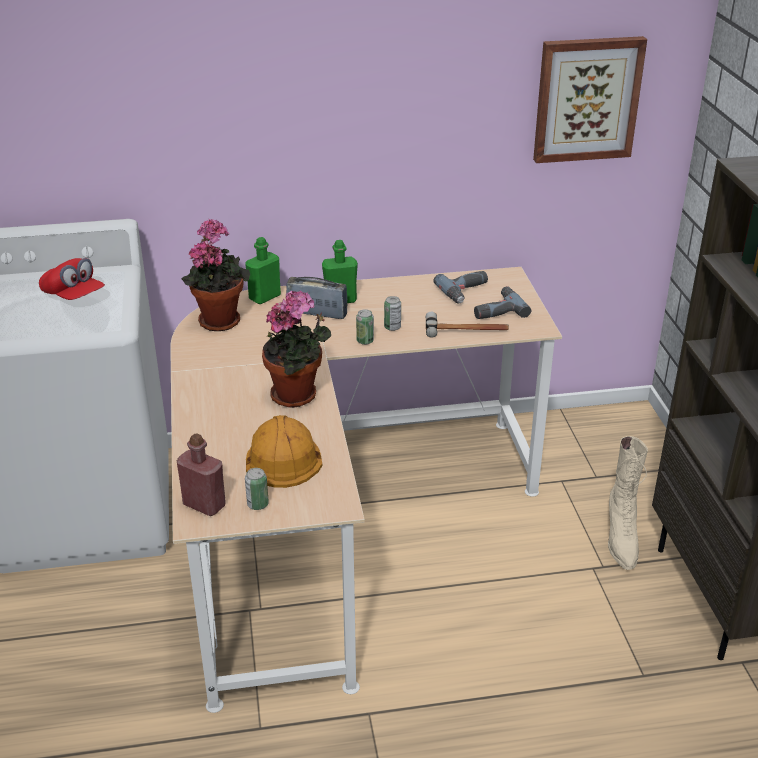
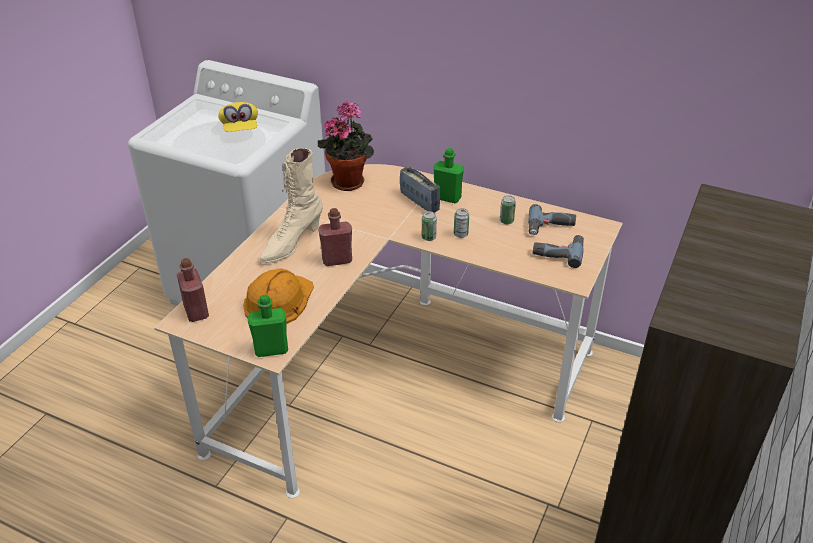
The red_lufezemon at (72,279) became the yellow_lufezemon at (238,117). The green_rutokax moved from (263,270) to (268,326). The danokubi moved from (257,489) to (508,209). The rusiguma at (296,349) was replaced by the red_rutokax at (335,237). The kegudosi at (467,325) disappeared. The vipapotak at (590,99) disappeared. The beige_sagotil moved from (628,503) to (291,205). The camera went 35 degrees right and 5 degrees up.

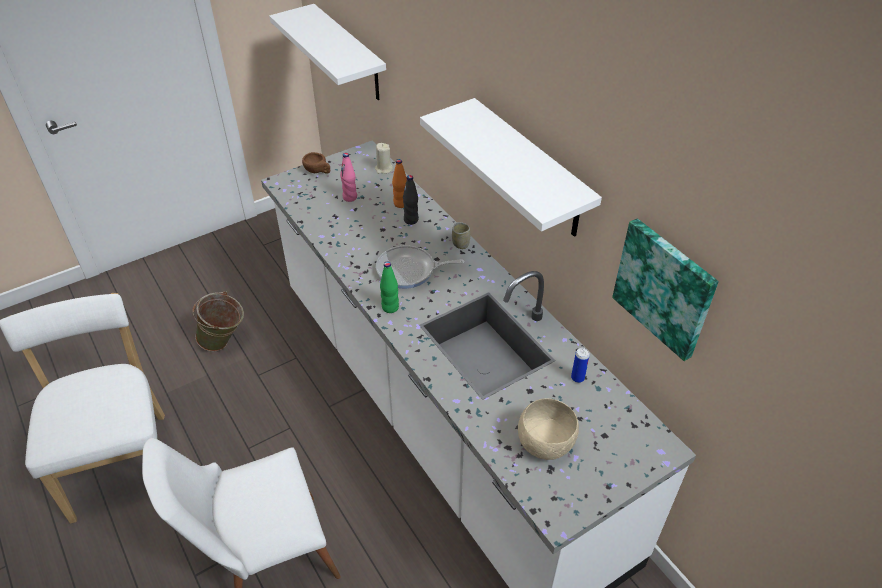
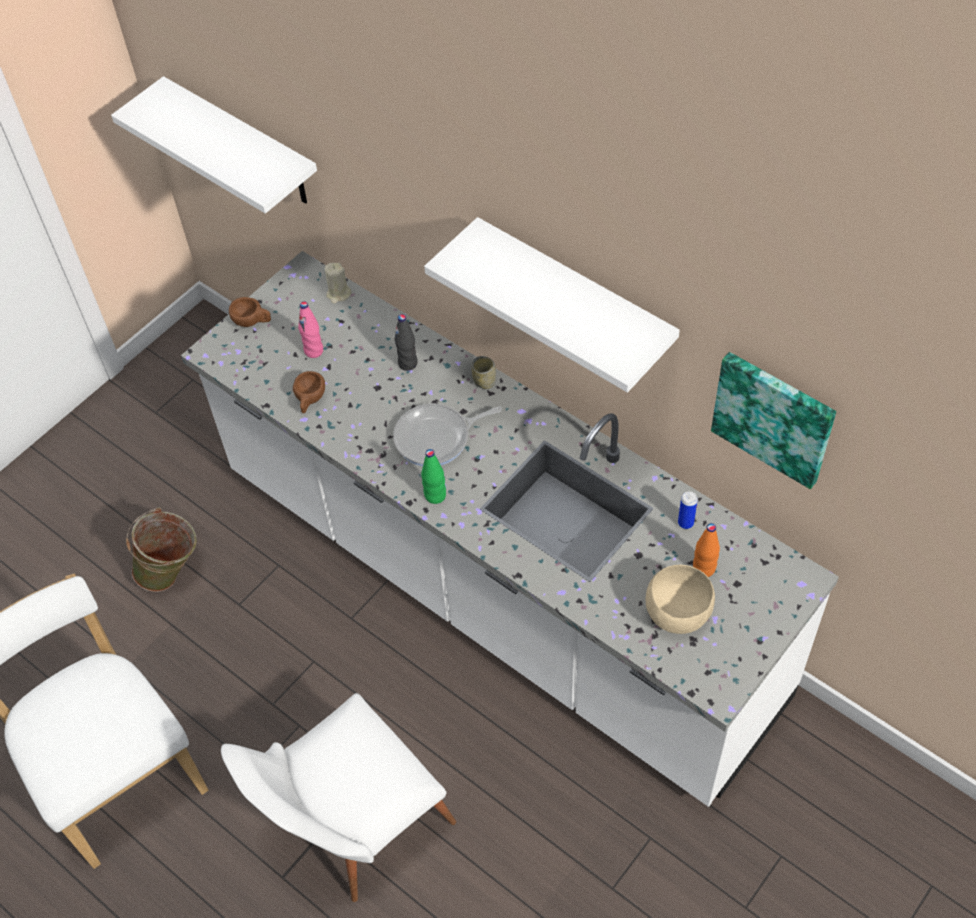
The orange_rutokax moved from (399,183) to (706,550). The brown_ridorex at (309,392) appeared. The camera went 15 degrees left and 10 degrees up.

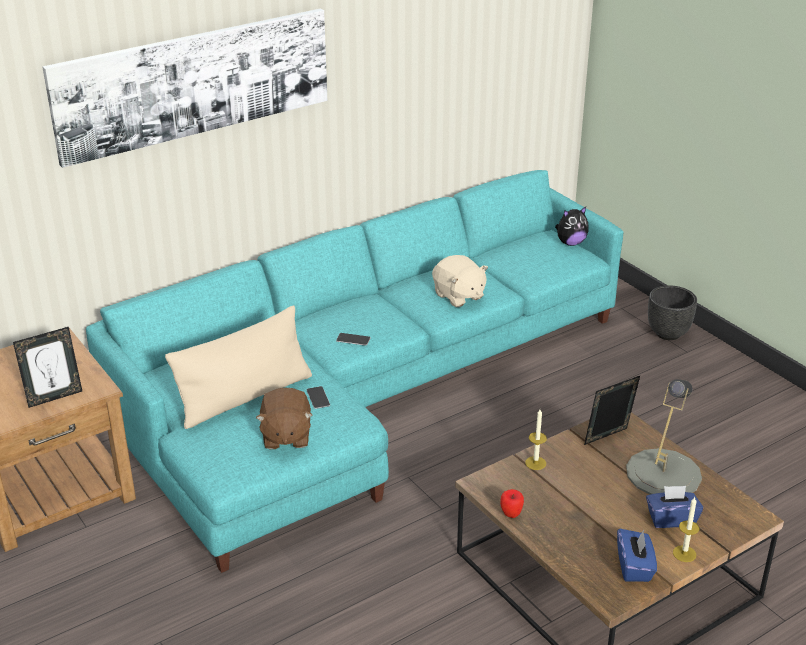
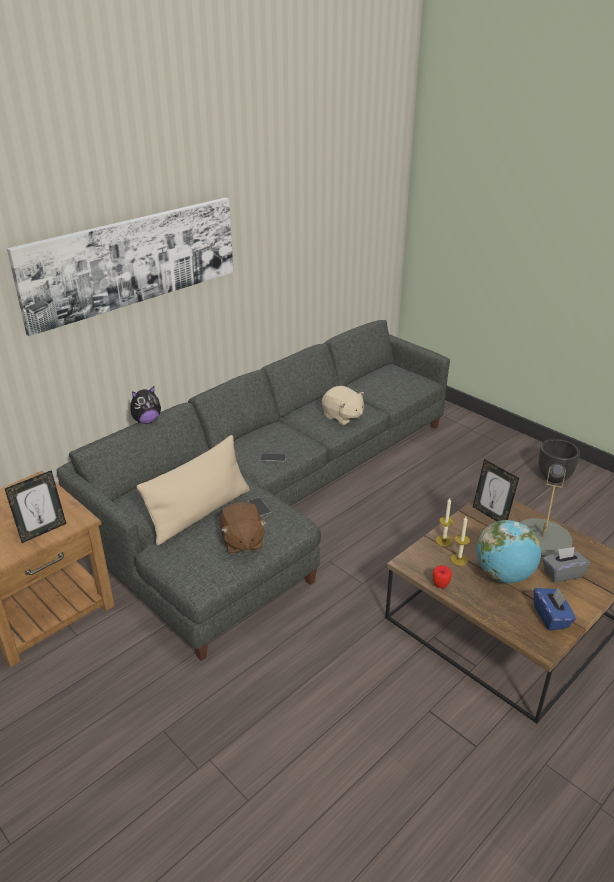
The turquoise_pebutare at (354,371) became the grey_pebutare at (253,490). The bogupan moved from (571,226) to (145,405). The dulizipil at (612,410) turned 90 degrees counterclockwise. The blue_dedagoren at (674,507) became the grey_dedagoren at (566,564). The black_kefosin moved from (672,312) to (559,461). The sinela moved from (686,529) to (460,541). The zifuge at (509,551) appeared. The camera went 10 degrees left and 0 degrees up.

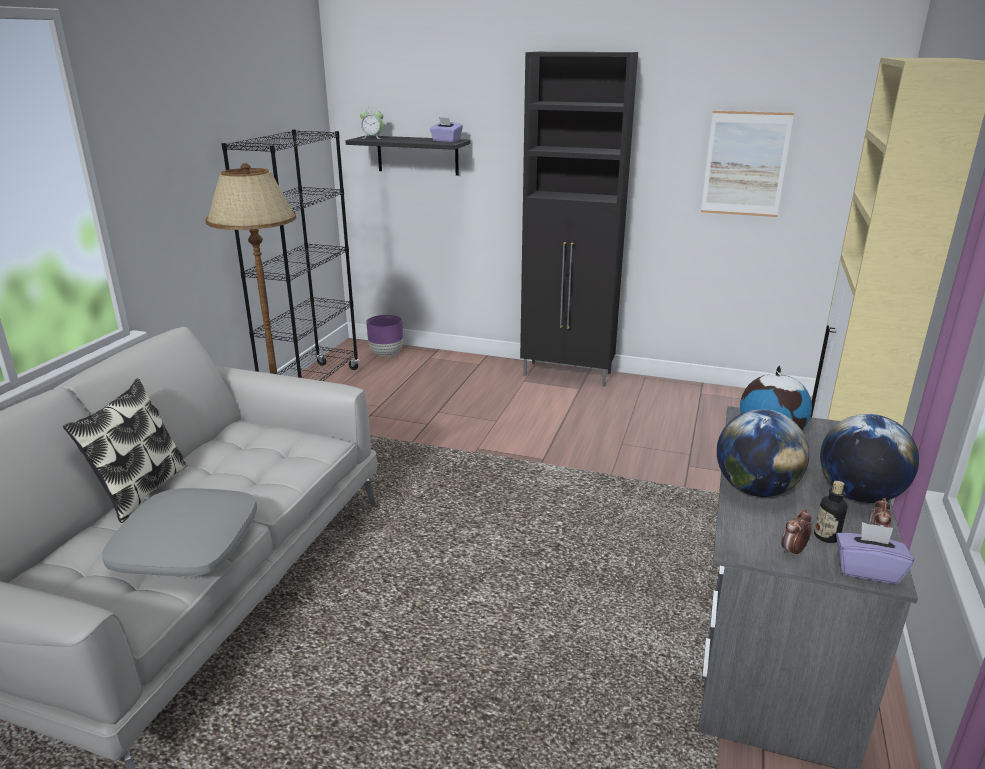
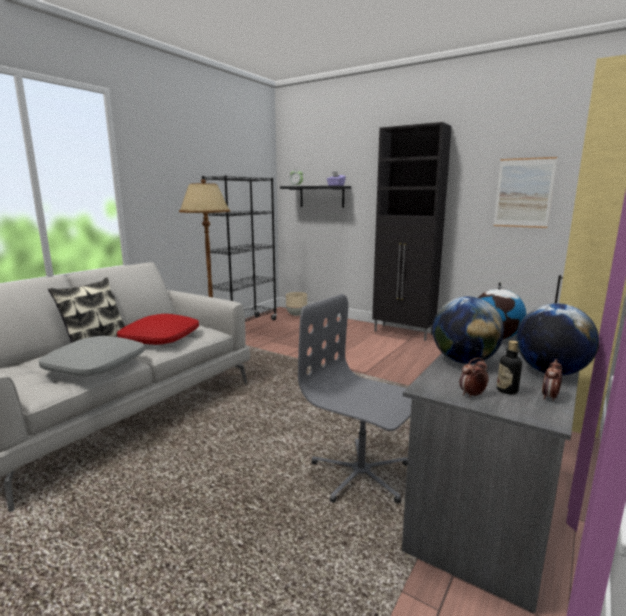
The purple_kefosin at (384,335) became the beige_kefosin at (296,304). The purple_dedagoren at (875,553) disappeared. The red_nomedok at (158,329) appeared. The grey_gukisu at (355,399) appeared. The camera went 15 degrees right and 10 degrees down.

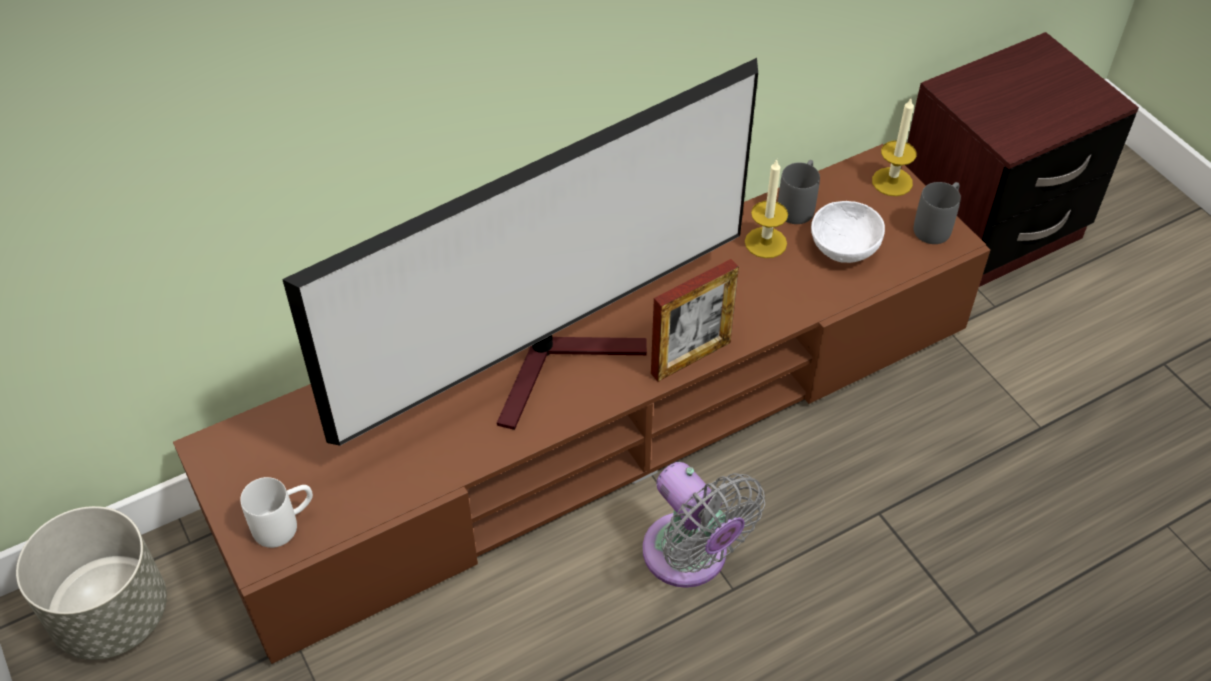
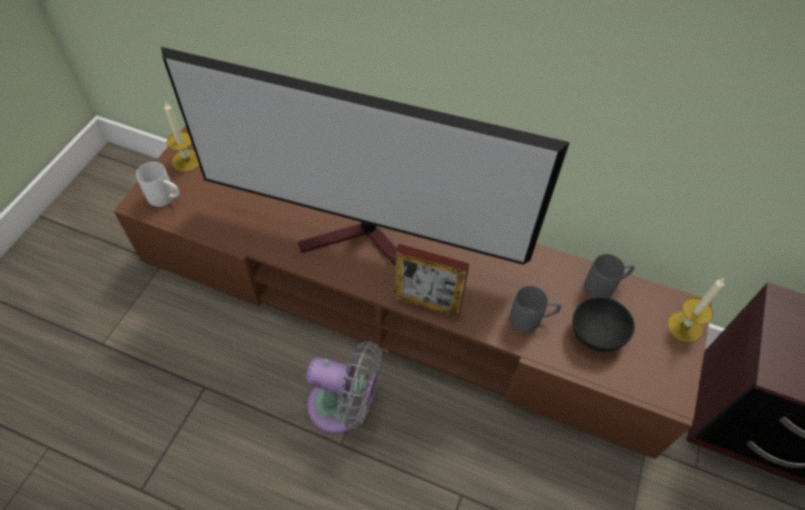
The grey_kefosin at (91,583) disappeared. The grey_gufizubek at (704,525) turned 90 degrees counterclockwise. The sinela moved from (766,209) to (181,136). The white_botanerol at (848,232) became the black_botanerol at (603,324). The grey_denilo moved from (937,213) to (535,309). The camera went 50 degrees right and 5 degrees up.

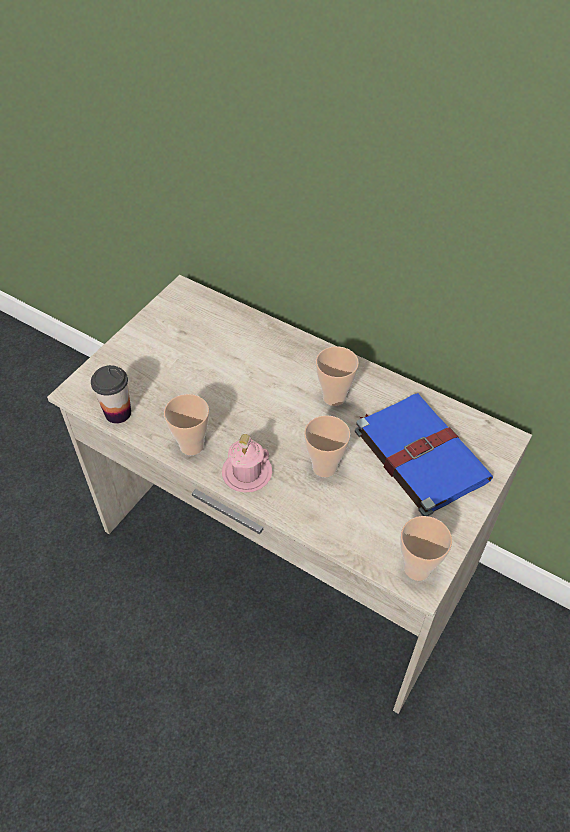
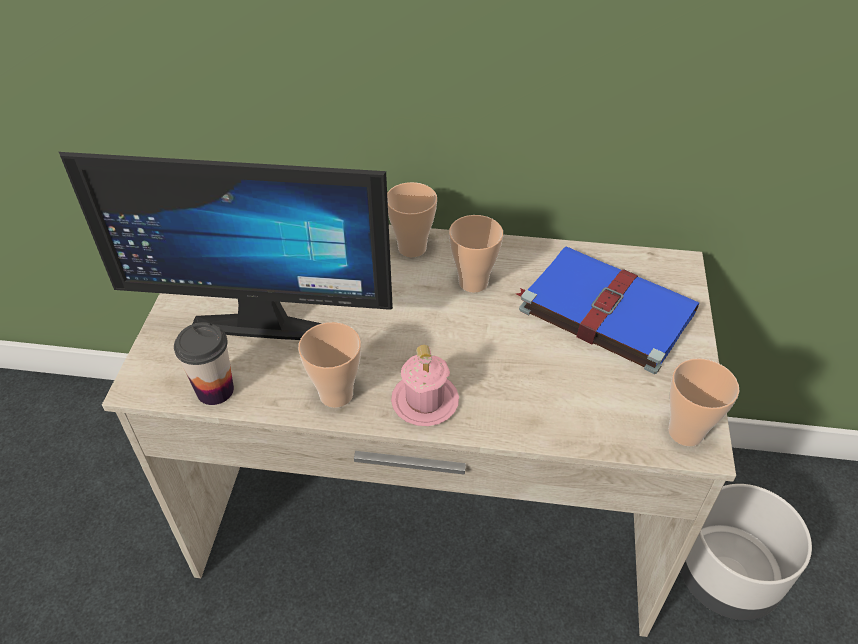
The ridorex moved from (327,446) to (412,219). The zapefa at (226,246) appeared. The grey_kefosin at (746,552) appeared. The camera went 25 degrees left and 5 degrees down.

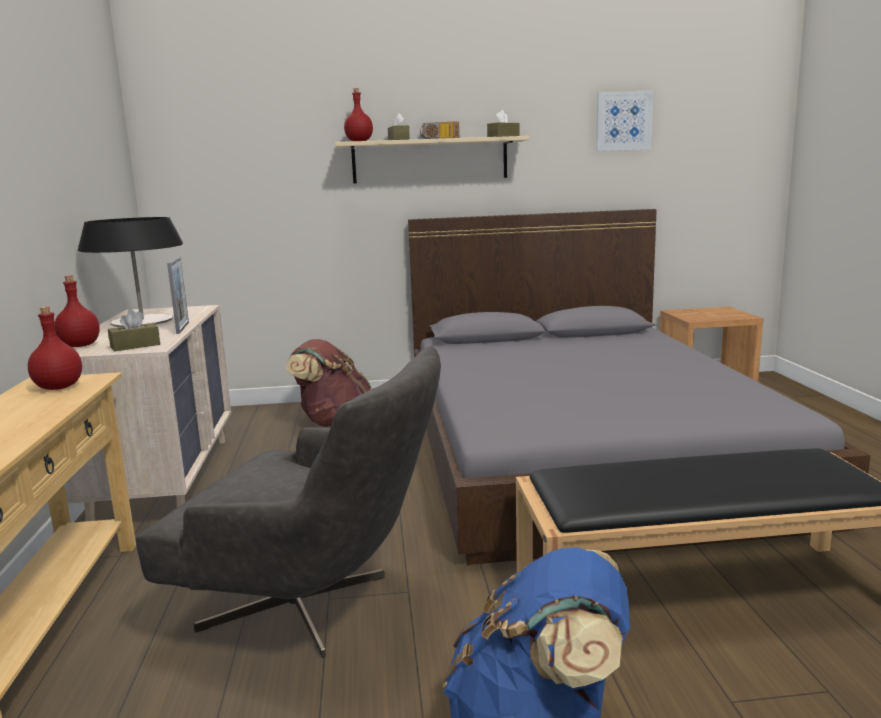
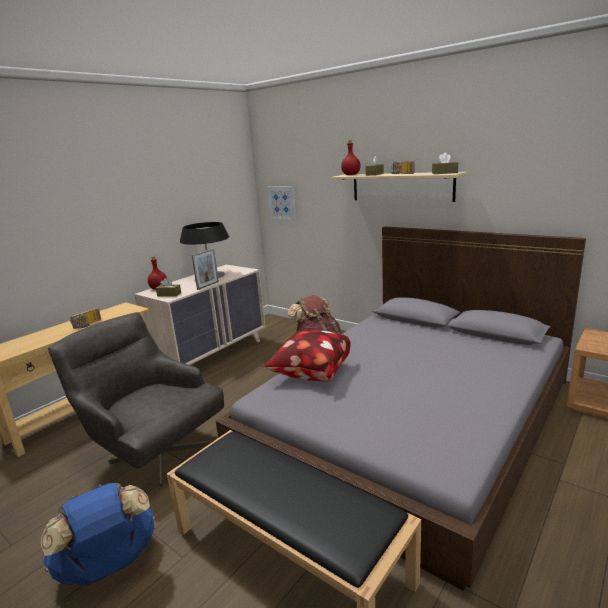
The red_rutokax at (55,348) disappeared. The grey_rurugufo at (288,502) turned 150 degrees clockwise. The vipapotak moved from (624,121) to (281,203). The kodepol at (85,318) appeared. The nomedok at (307,356) appeared. The camera went 45 degrees right and 5 degrees up.

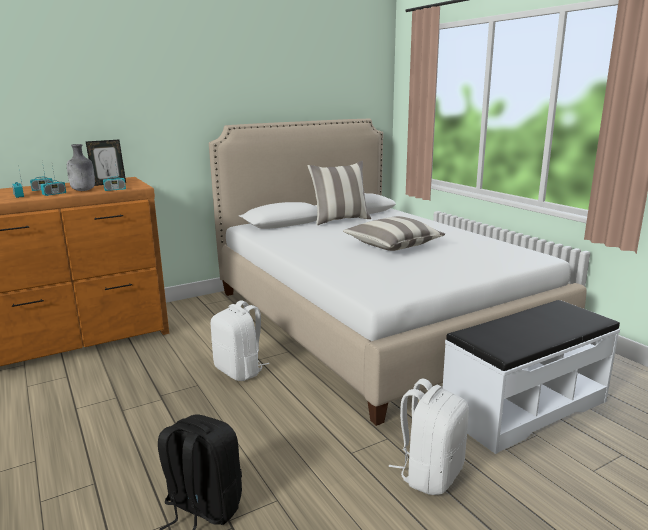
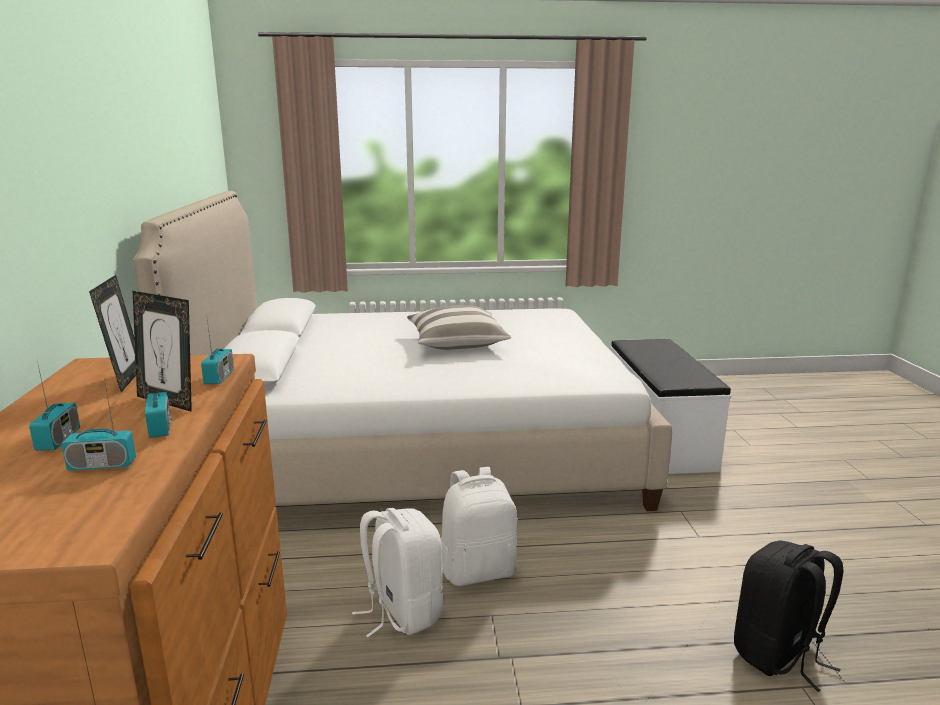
The grey_rutokax at (81,167) was replaced by the dulizipil at (162,351). The nomedok at (339,193) disappeared. The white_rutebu moved from (429,436) to (397,572). The camera went 65 degrees left and 0 degrees up.

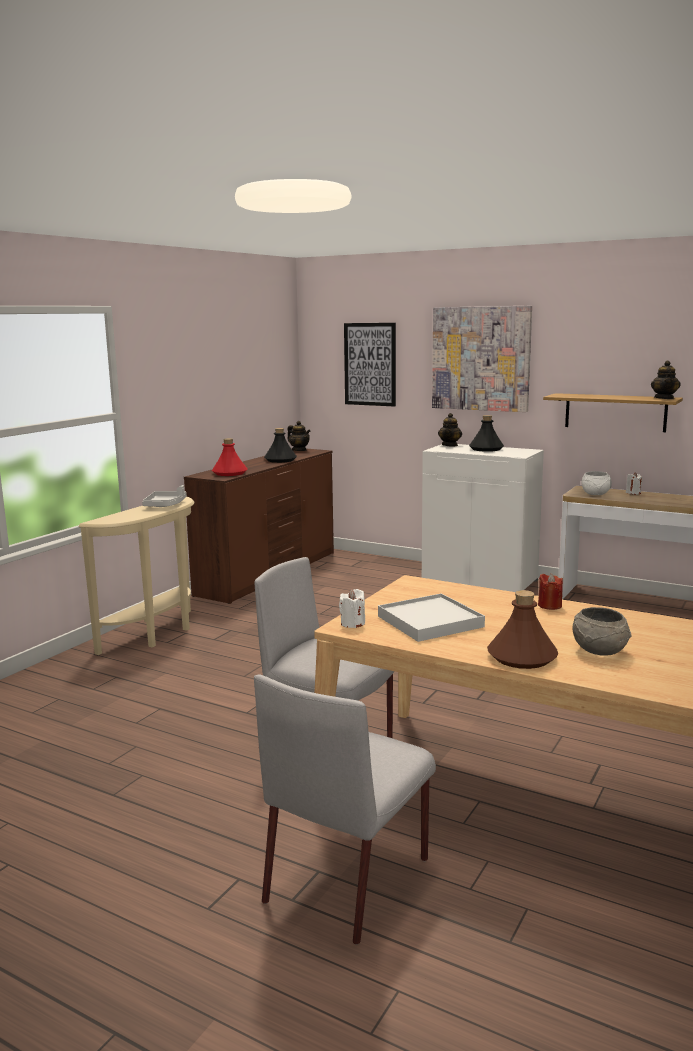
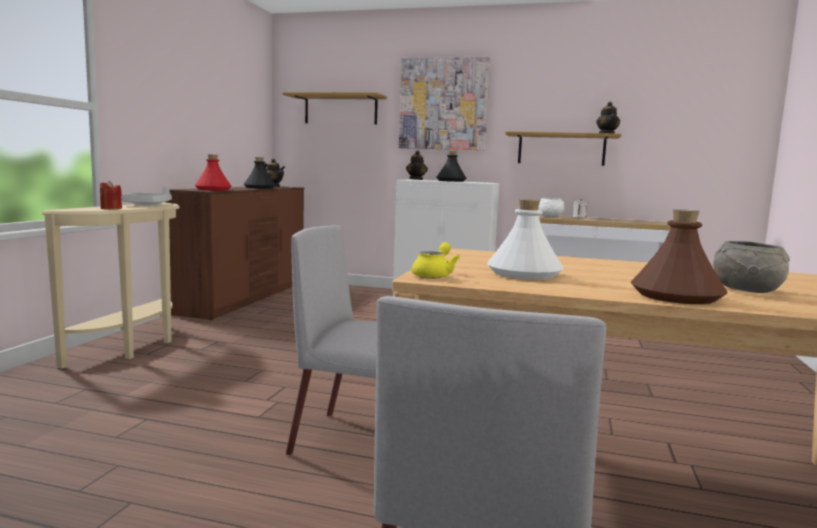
The white_sinela at (352,608) was replaced by the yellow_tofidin at (436,260). The vipapotak at (370,365) was replaced by the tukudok at (335,108). The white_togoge at (431,617) was replaced by the white_rutokax at (525,239). The red_sinela moved from (550,591) to (111,195). The camera went 15 degrees left and 5 degrees down.

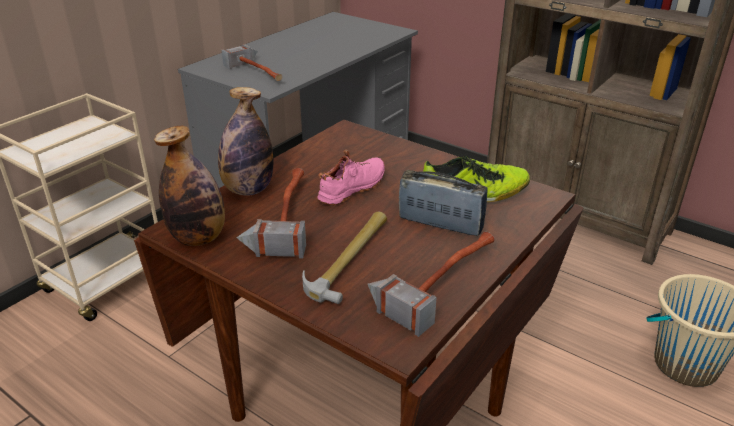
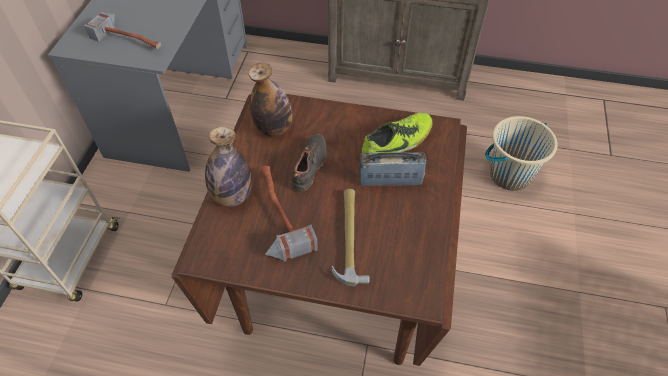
The rutokax moved from (189,186) to (270,99). The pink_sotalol at (351,177) became the black_sotalol at (309,163). The kegudosi at (431,284) disappeared. The camera went 25 degrees left and 20 degrees up.

